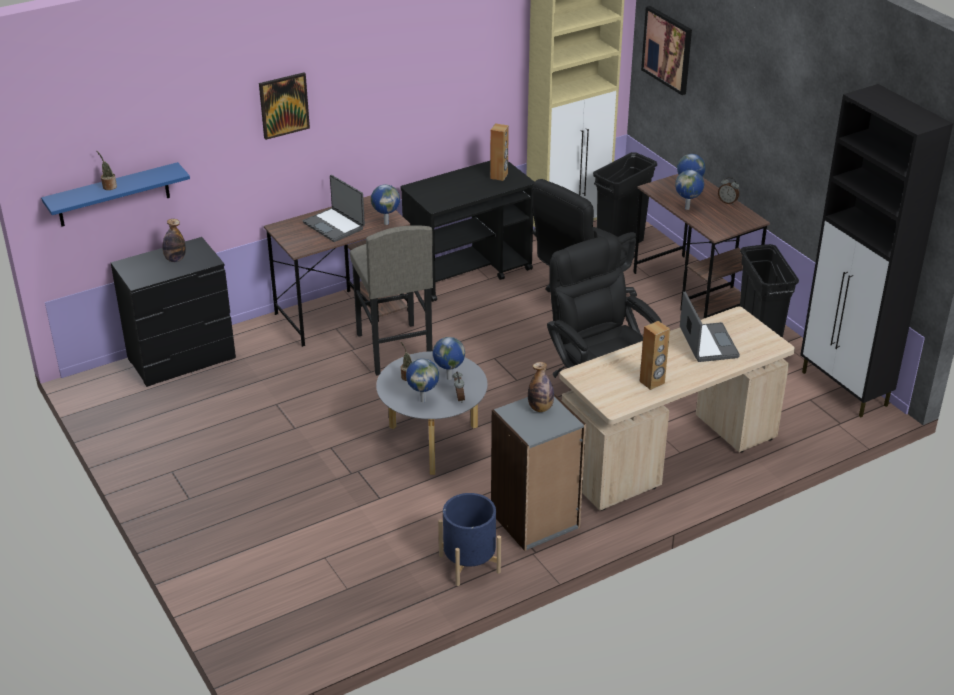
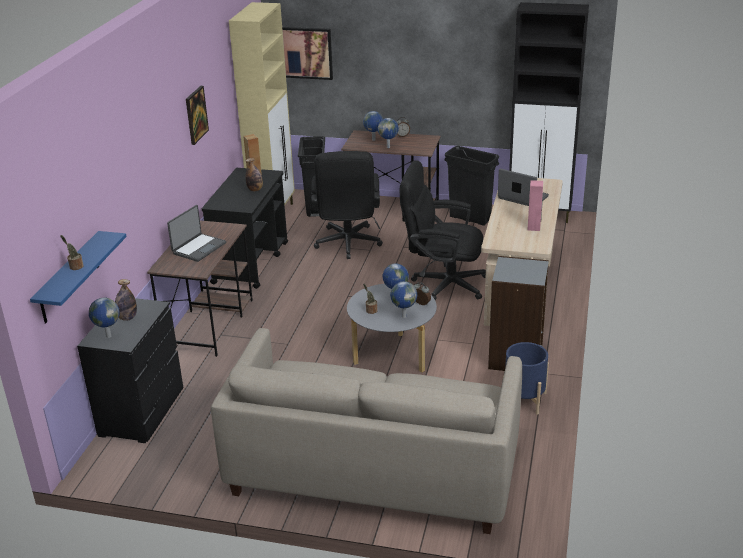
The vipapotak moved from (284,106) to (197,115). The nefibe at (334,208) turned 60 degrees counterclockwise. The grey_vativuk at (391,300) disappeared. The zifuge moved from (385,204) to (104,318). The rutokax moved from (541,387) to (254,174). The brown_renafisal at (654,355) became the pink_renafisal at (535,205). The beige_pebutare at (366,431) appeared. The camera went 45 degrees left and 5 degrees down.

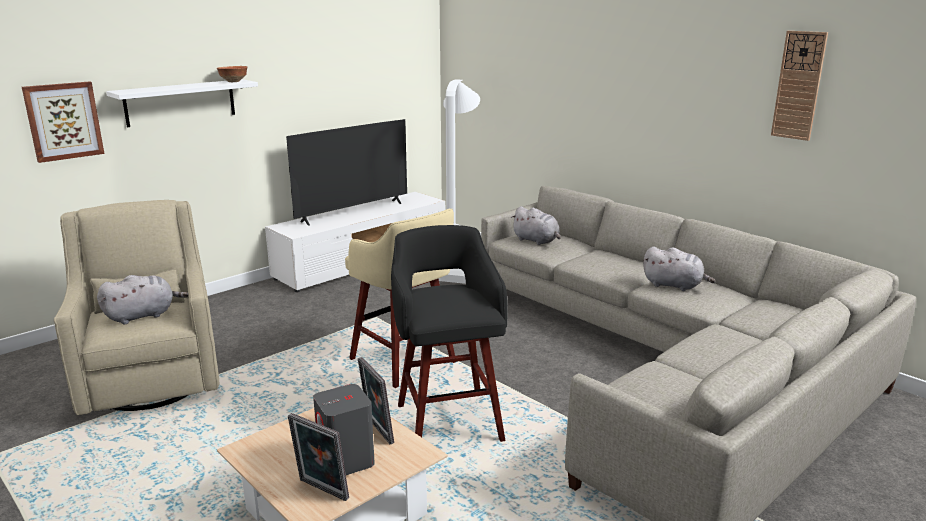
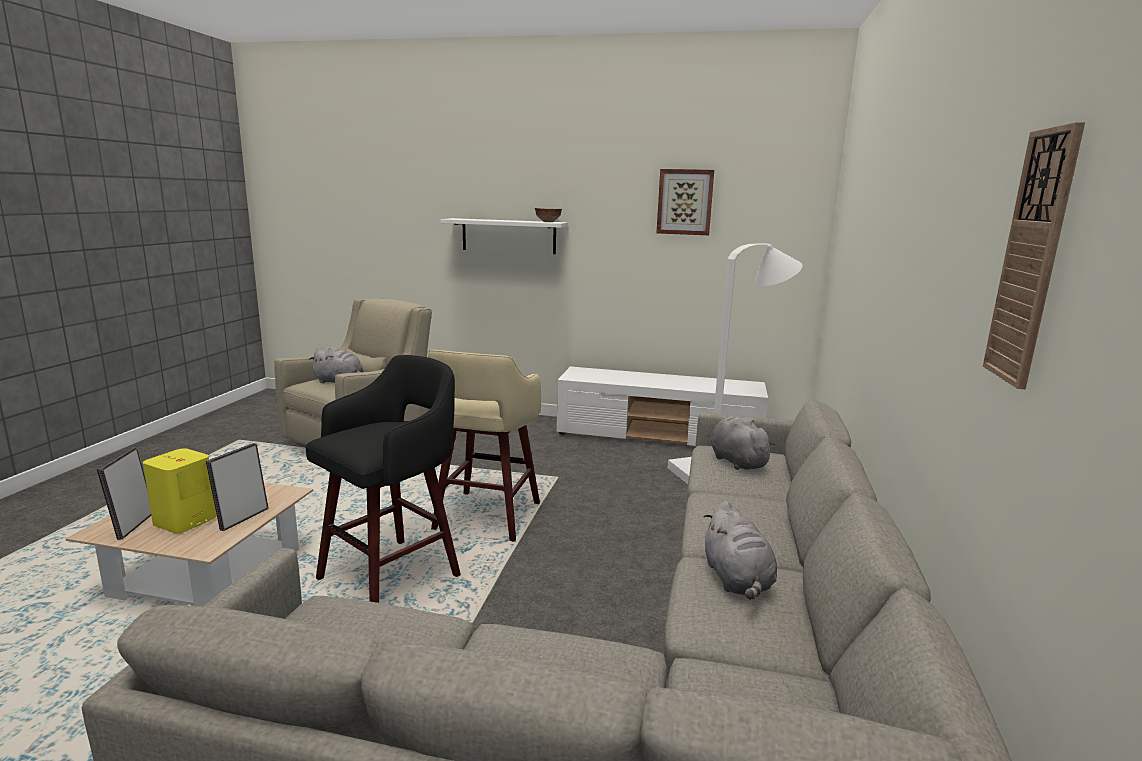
The vipapotak moved from (63,122) to (685,202). The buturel at (346,172) disappeared. The grey_renafisal at (344,429) became the yellow_renafisal at (179,491). The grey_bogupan at (536,225) turned 150 degrees clockwise. The camera went 55 degrees right and 5 degrees down.

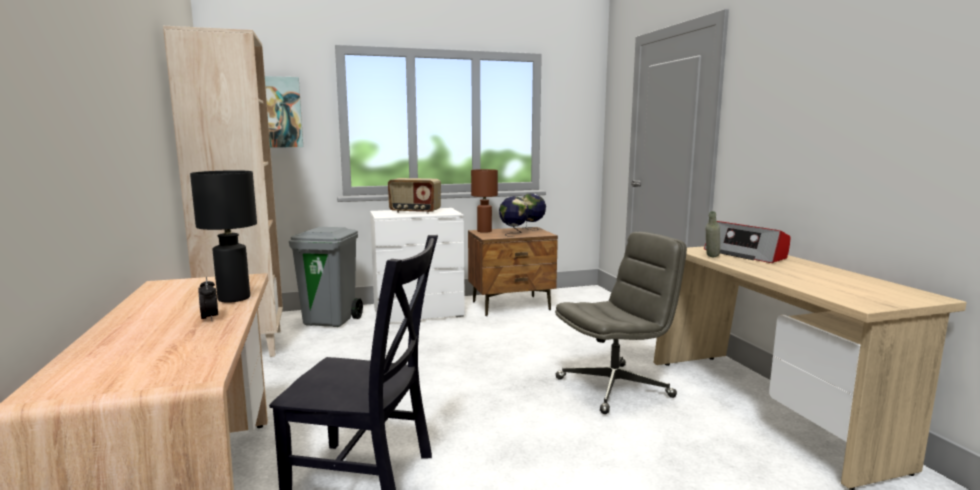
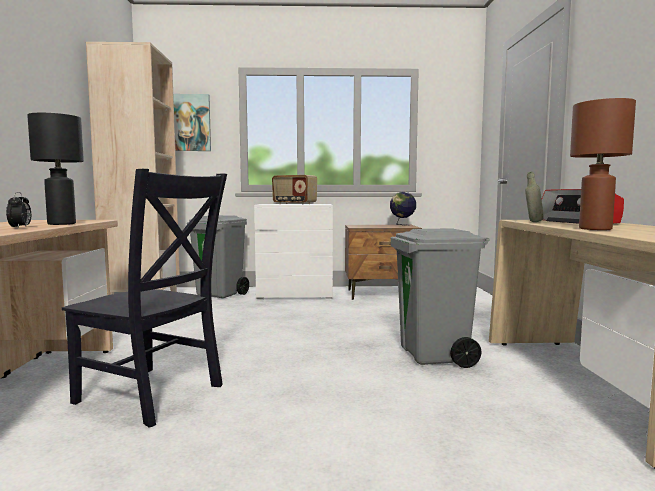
The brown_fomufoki moved from (484,201) to (603,164). The zifuge at (514,216) disappeared. The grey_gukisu at (621,323) was replaced by the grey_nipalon at (440,298). The camera went 15 degrees right and 5 degrees down.

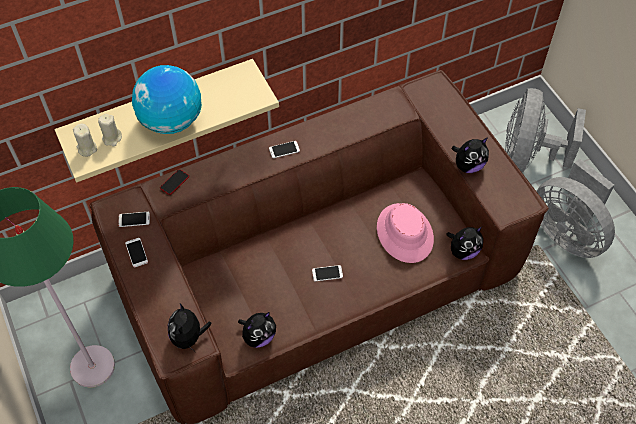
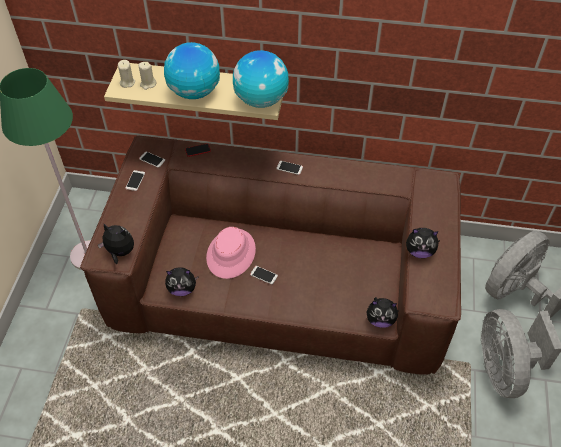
The bogupan at (190,327) turned 75 degrees clockwise. The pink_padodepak moved from (405,233) to (231,253). The zifuge at (261,79) appeared. The camera went 35 degrees right and 5 degrees down.

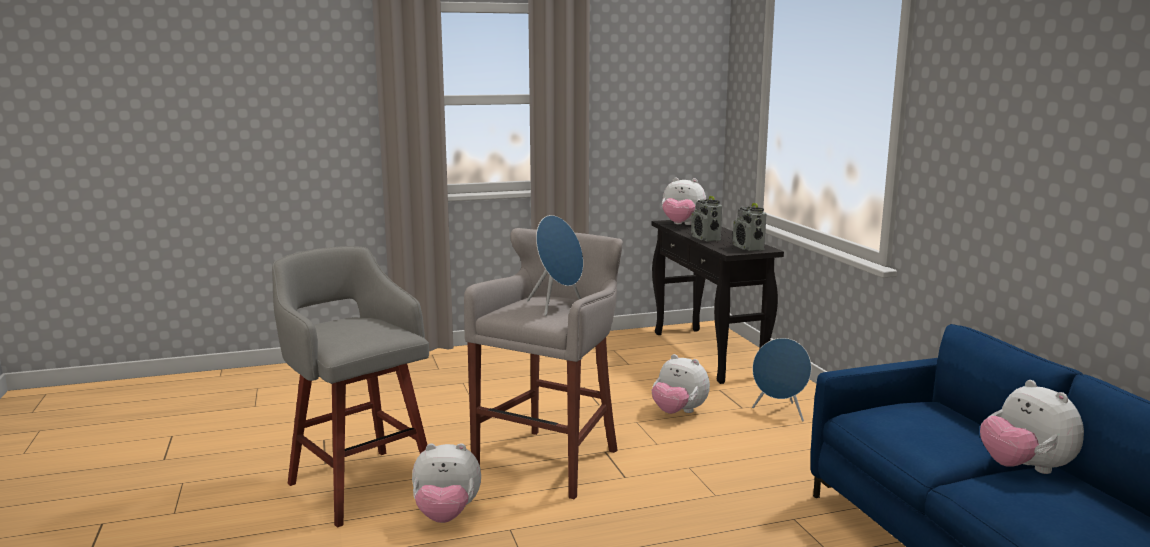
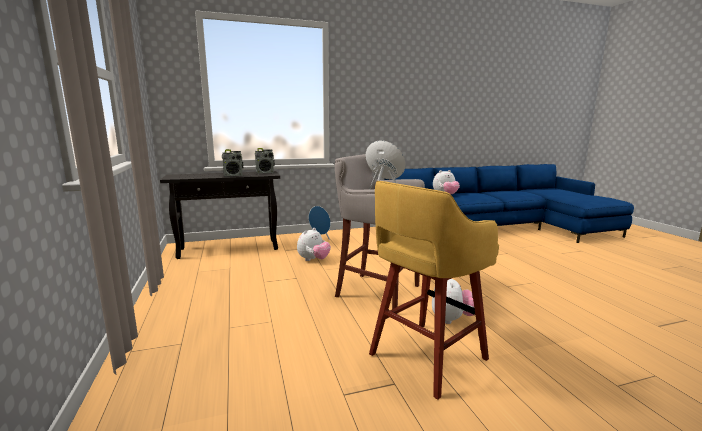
The grey_vativuk at (350,387) became the yellow_vativuk at (434,290). The bogupan at (684,201) disappeared. The camera went 90 degrees left and 0 degrees up.

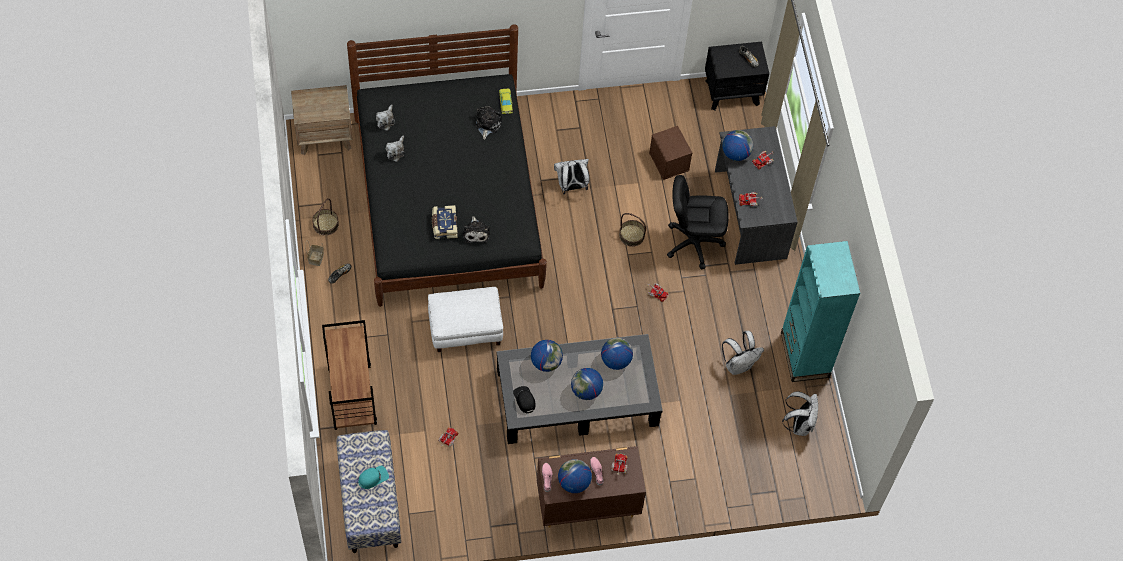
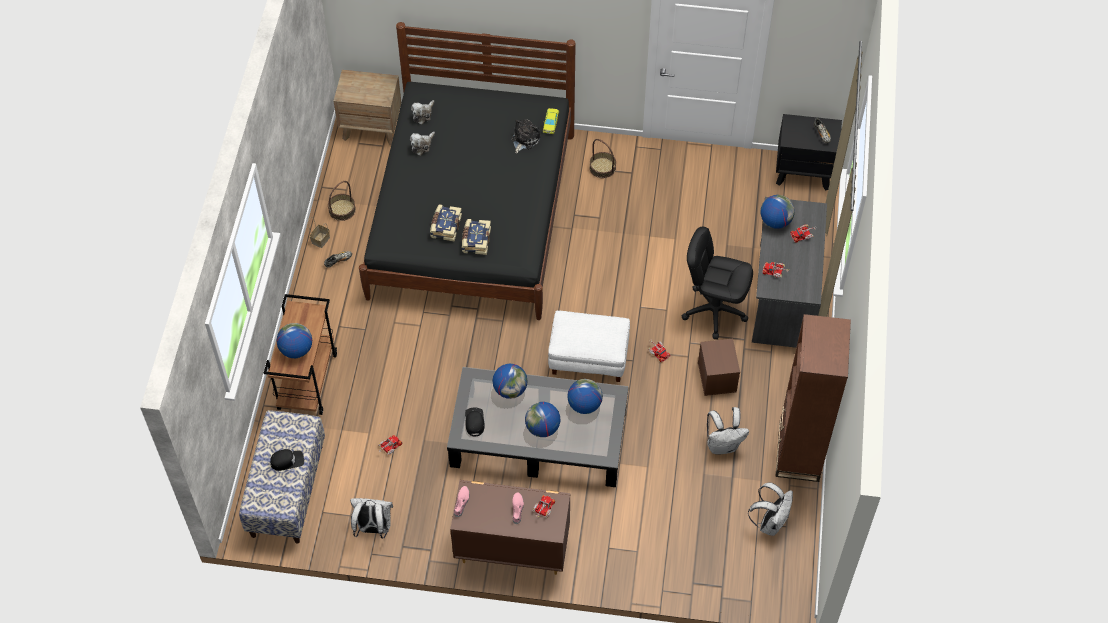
The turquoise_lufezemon at (373,477) became the black_lufezemon at (287,460). The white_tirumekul moved from (465,319) to (589,346). The bogupan at (476,229) was replaced by the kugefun at (476,237). The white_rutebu moved from (571,176) to (371,518). The zifuge moved from (575,476) to (294,340). The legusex moved from (632,230) to (602,158). The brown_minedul moved from (670,153) to (719,367). The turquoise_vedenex at (820,311) became the brown_vedenex at (813,398). The camera went 20 degrees right and 5 degrees down.

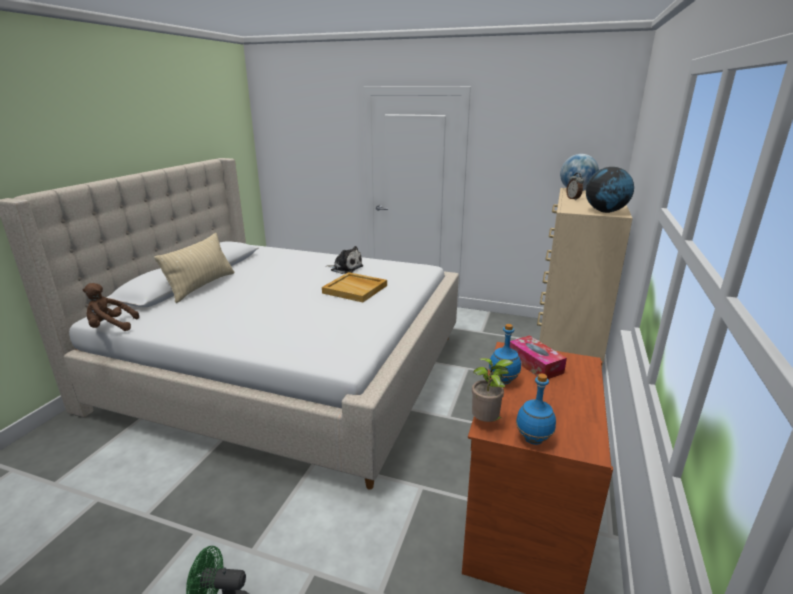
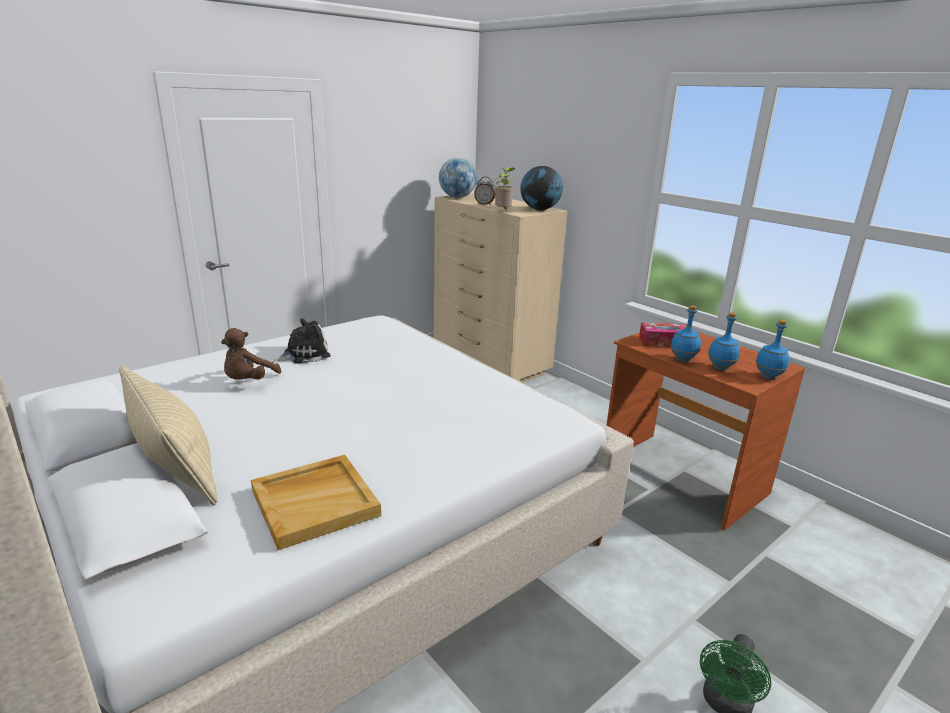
The brown_bogupan moved from (111,307) to (251,354). The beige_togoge moved from (354,287) to (316,502). The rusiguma moved from (492,390) to (505,188). The blue_rutokax at (724,341) appeared. The camera went 60 degrees left and 0 degrees up.

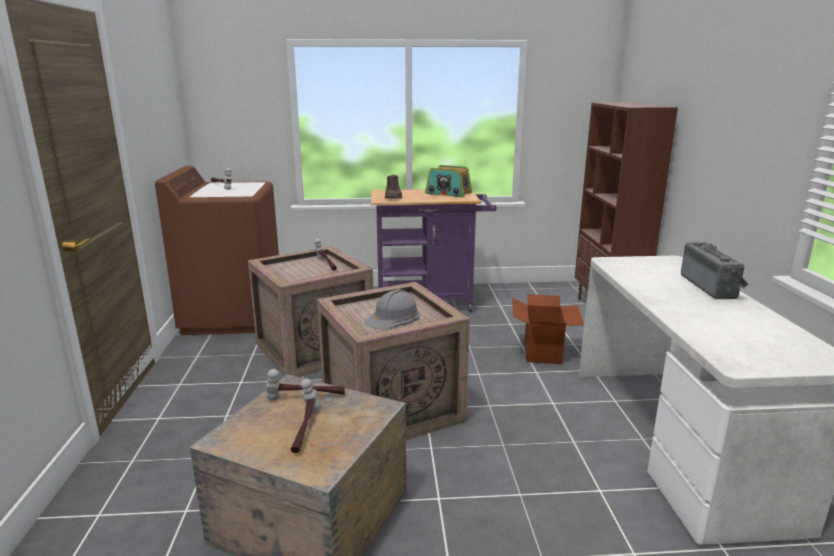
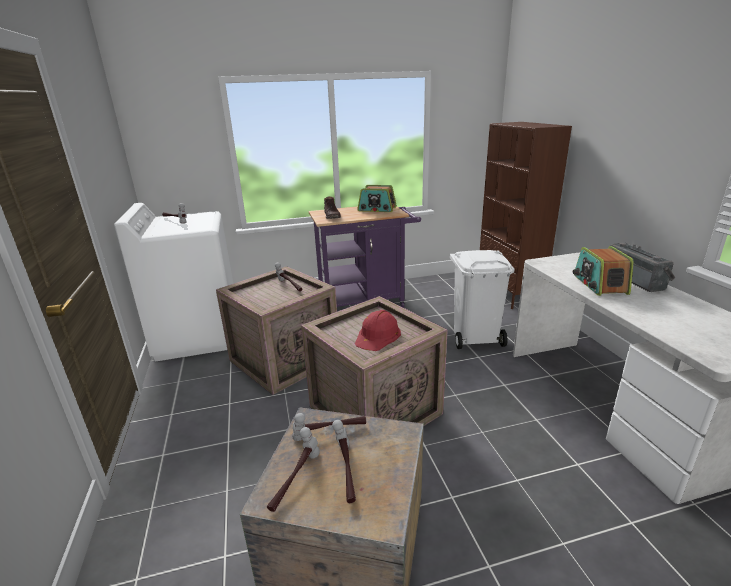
The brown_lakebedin at (217,250) became the white_lakebedin at (173,282). The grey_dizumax at (392,309) became the red_dizumax at (378,330). The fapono at (548,329) was replaced by the white_nipalon at (482,299). The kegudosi at (293,469) appeared. The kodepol at (603,271) appeared. The camera went 10 degrees left and 5 degrees up.

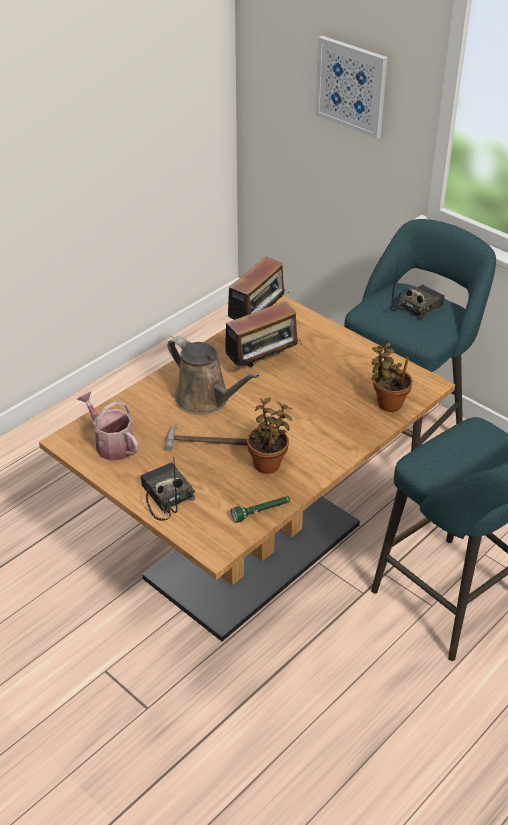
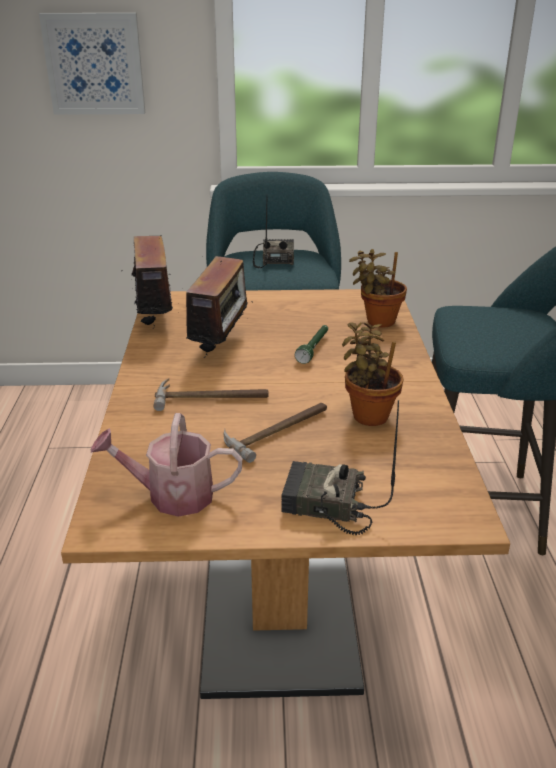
The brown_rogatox at (213,375) was replaced by the kegudosi at (211,394). The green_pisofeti moved from (260,509) to (311,344). The camera went 45 degrees left and 10 degrees down.

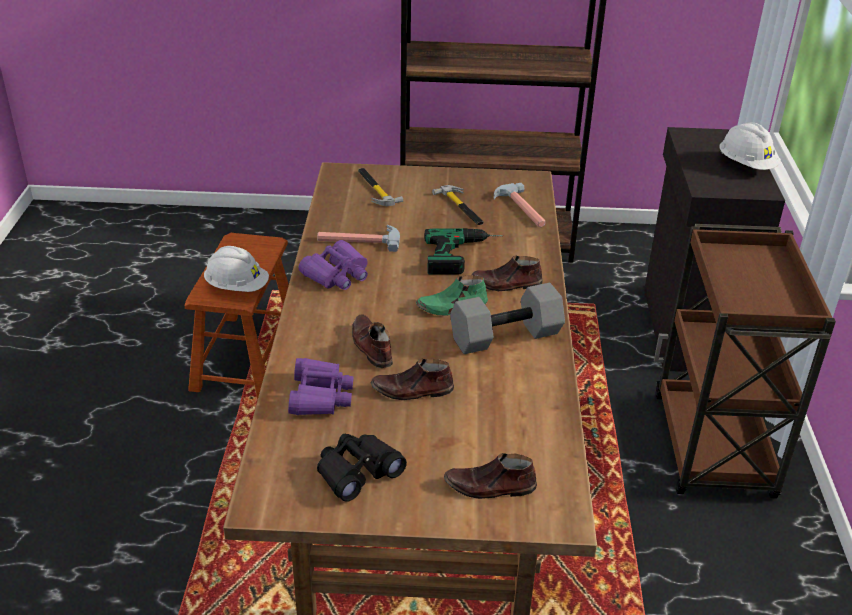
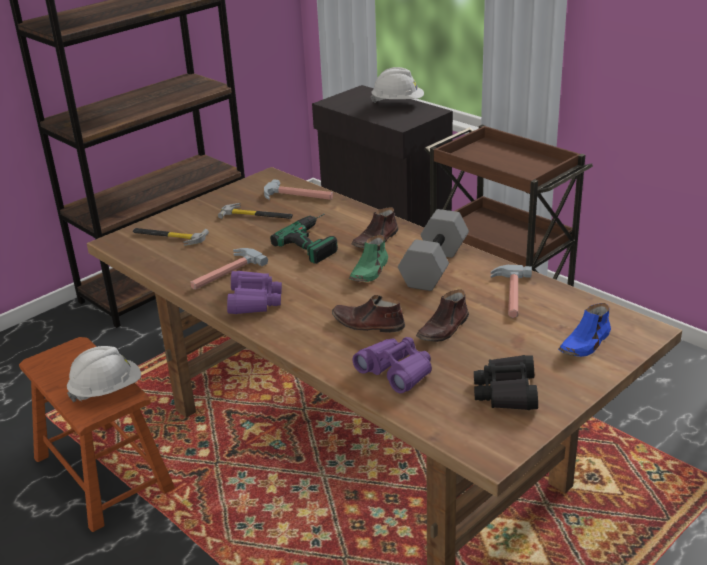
The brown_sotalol at (490,476) became the blue_sotalol at (584,330). The kegudosi at (511,291) appeared. The camera went 45 degrees left and 5 degrees down.

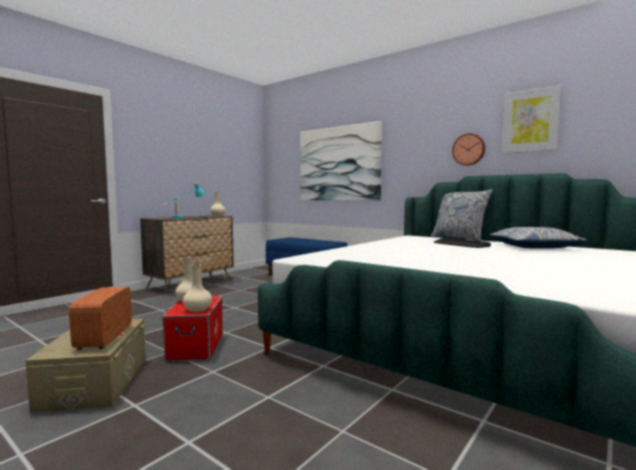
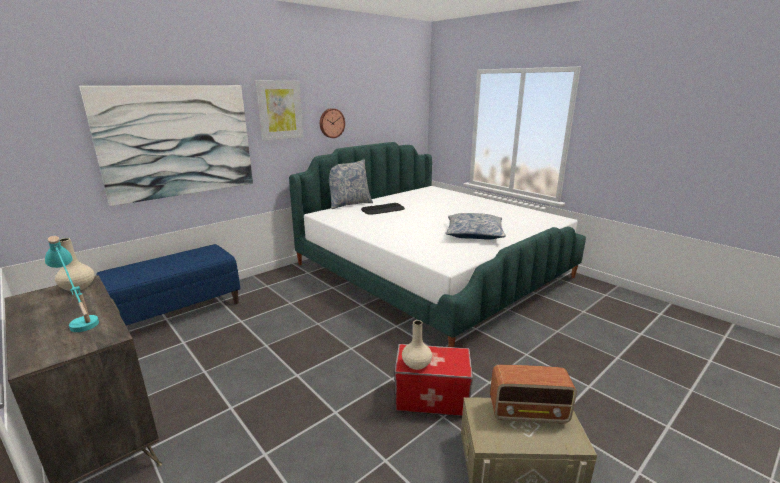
The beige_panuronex at (197,288) disappeared. The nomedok moved from (538,238) to (476,226). The vipapotak moved from (532,119) to (279,110). The camera went 80 degrees left and 15 degrees up.

